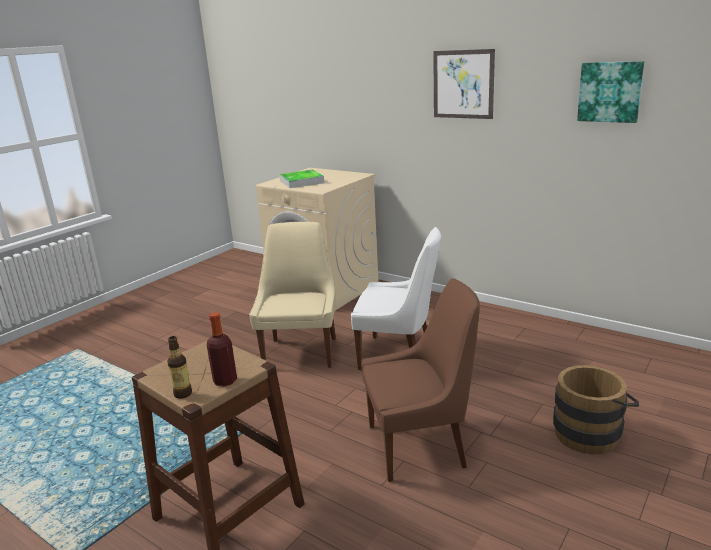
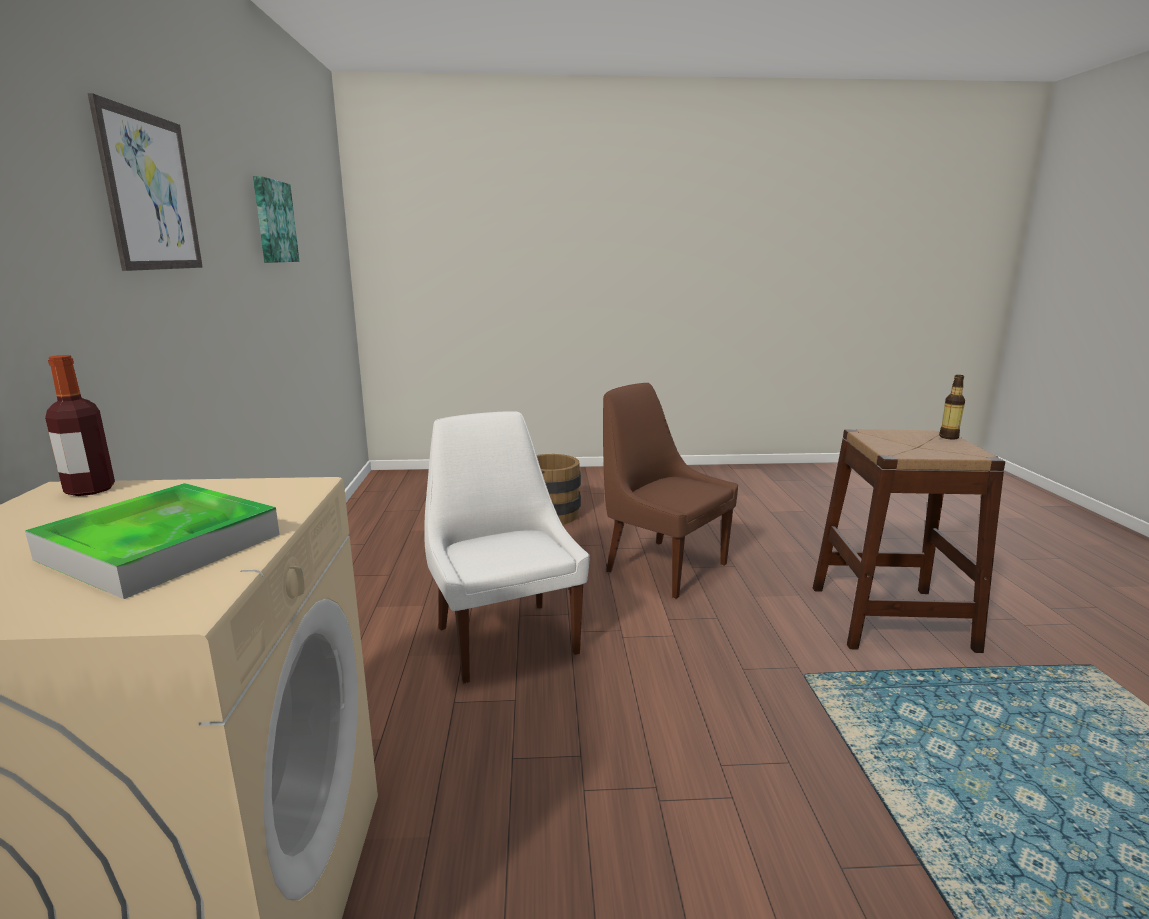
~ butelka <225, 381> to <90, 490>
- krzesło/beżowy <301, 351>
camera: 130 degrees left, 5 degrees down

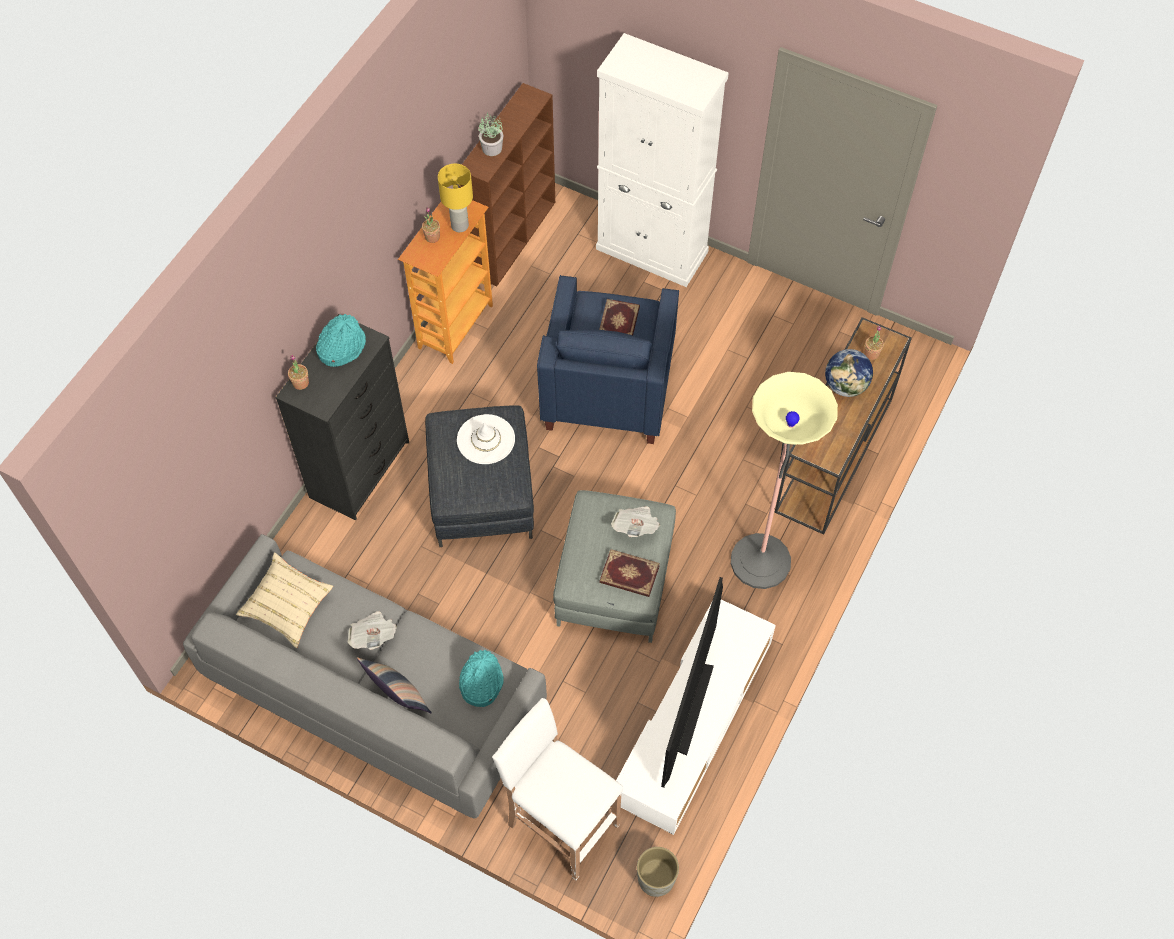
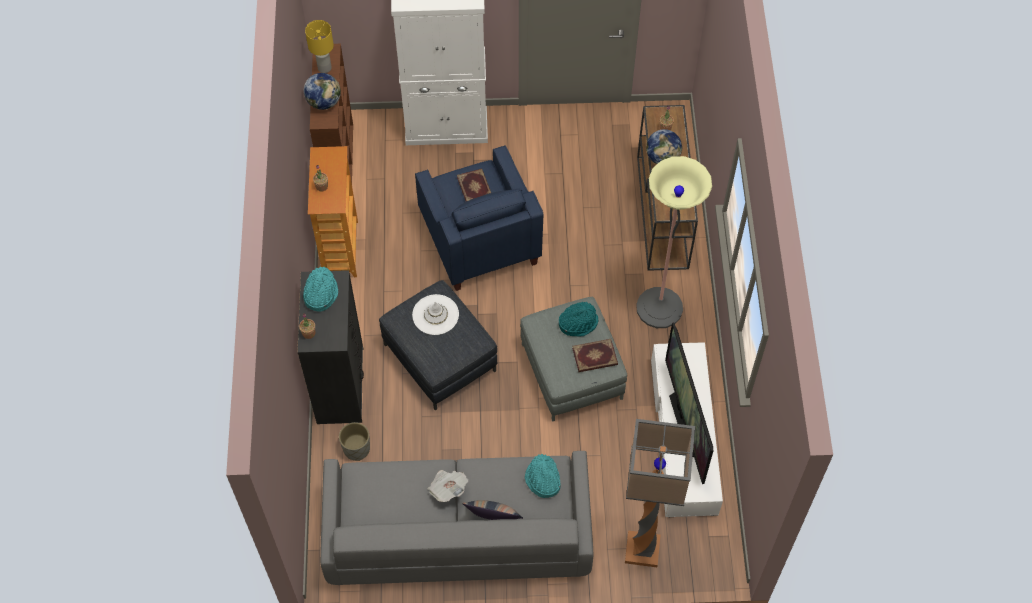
~ roślina doniczkowa <492, 148> to globus <324, 102>
~ lampa stołowa/żółty <459, 225> to <324, 68>
~ donica/szary <656, 878> to <356, 448>
~ gazeta <636, 527> to kapelusz/turkusowy <578, 323>
~ stołek/biały <561, 823> to lampa stojąca <641, 548>
- poduszka/beżowy <287, 606>
camera: 30 degrees left, 0 degrees up

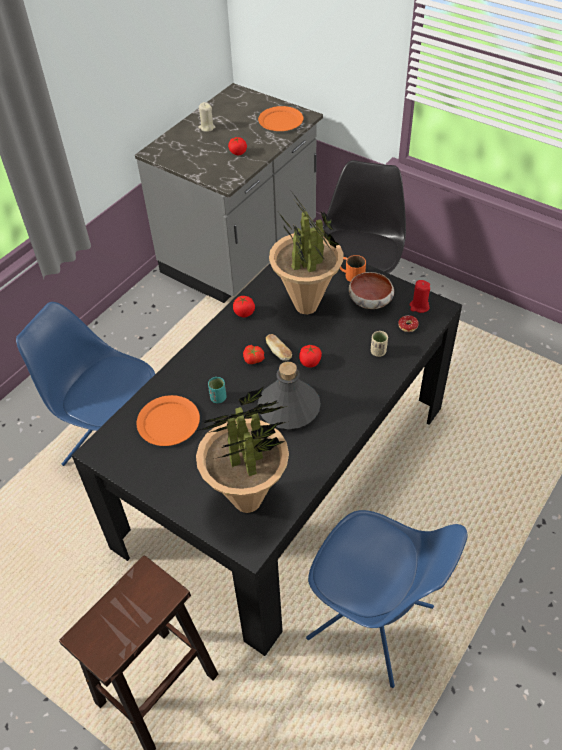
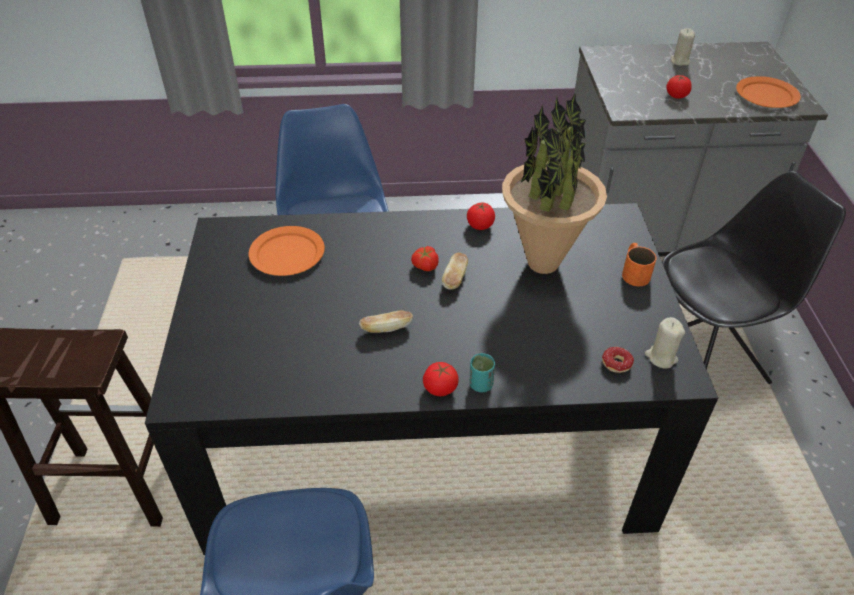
~ butelka/szary <289, 408> to chleb <386, 328>
~ pomidor <310, 362> to <440, 388>
~ filiżanka/turkusowy <218, 398> to <481, 384>
~ świeca/czerwony <419, 306> to świeca/beżowy <661, 357>
- roślina doniczkowa <248, 500>
- miska <371, 301>
- filiżanka/beżowy <378, 352>
camera: 50 degrees right, 5 degrees down

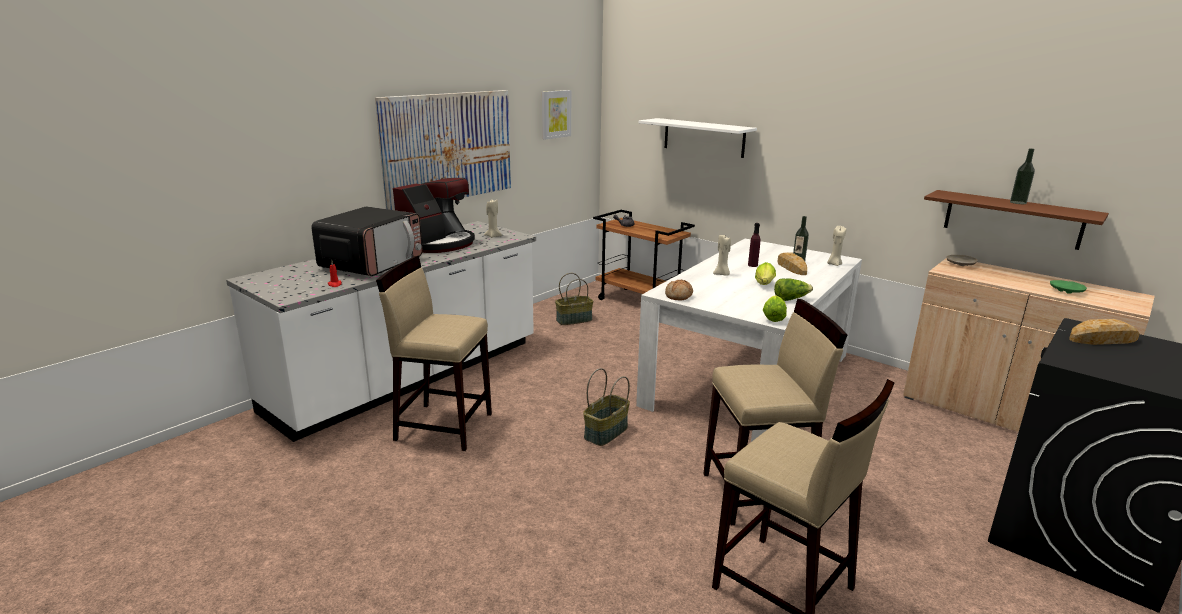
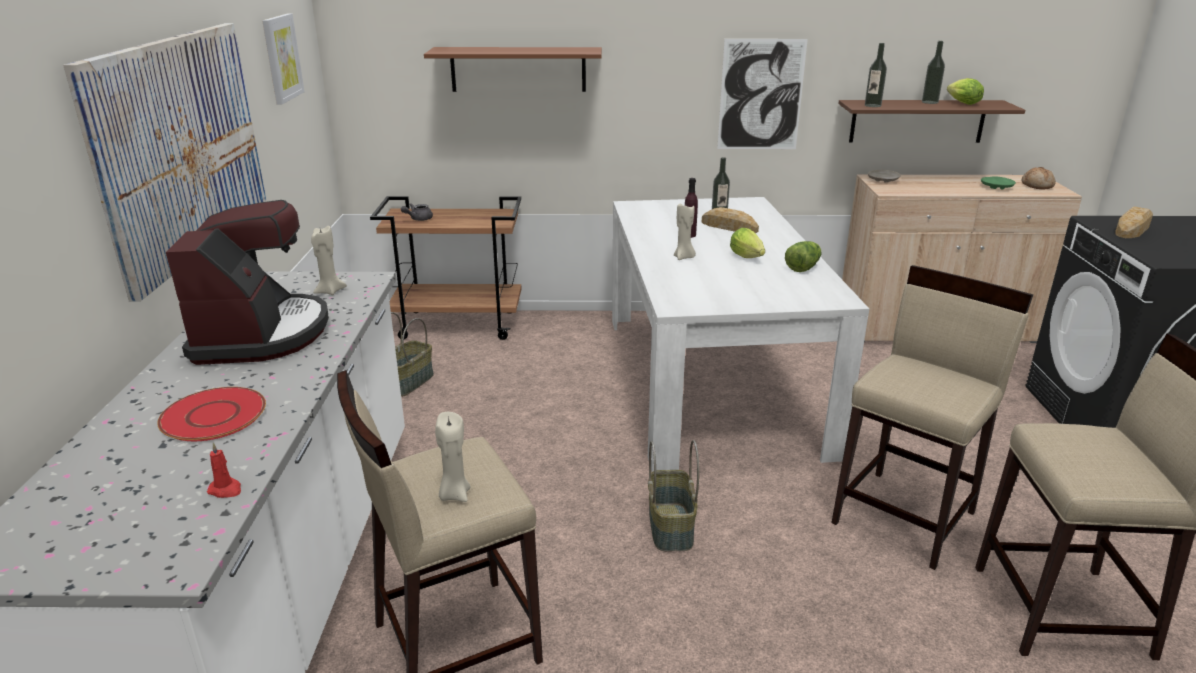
~ mikrofalówka <372, 263> to talerz/czerwony <213, 416>
~ półka/biały <703, 137> to półka/brązowy <518, 69>
~ świeca/beżowy <834, 264> to <454, 494>
+ obraz <761, 95>
+ butelka <872, 105>
~ sałata <773, 318> to <961, 103>
~ chleb <679, 296> to <1037, 185>
camera: 40 degrees left, 5 degrees up

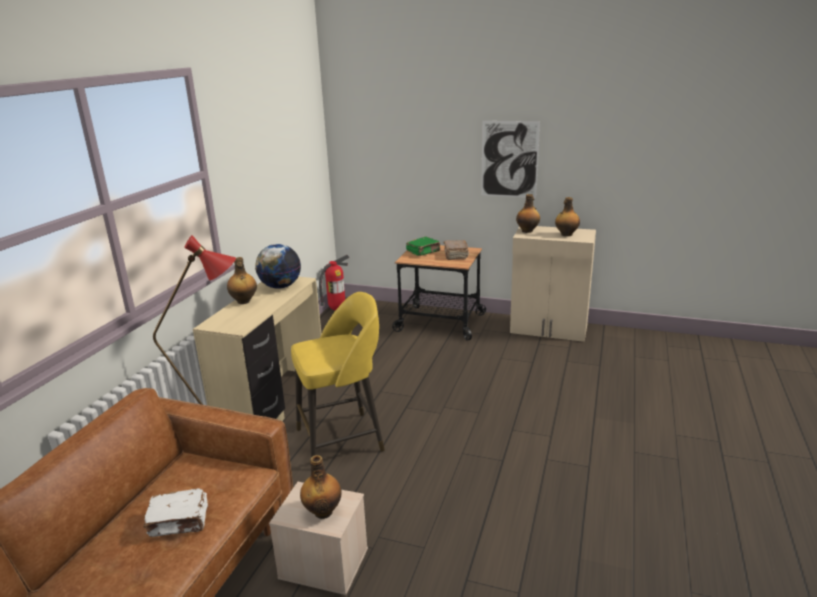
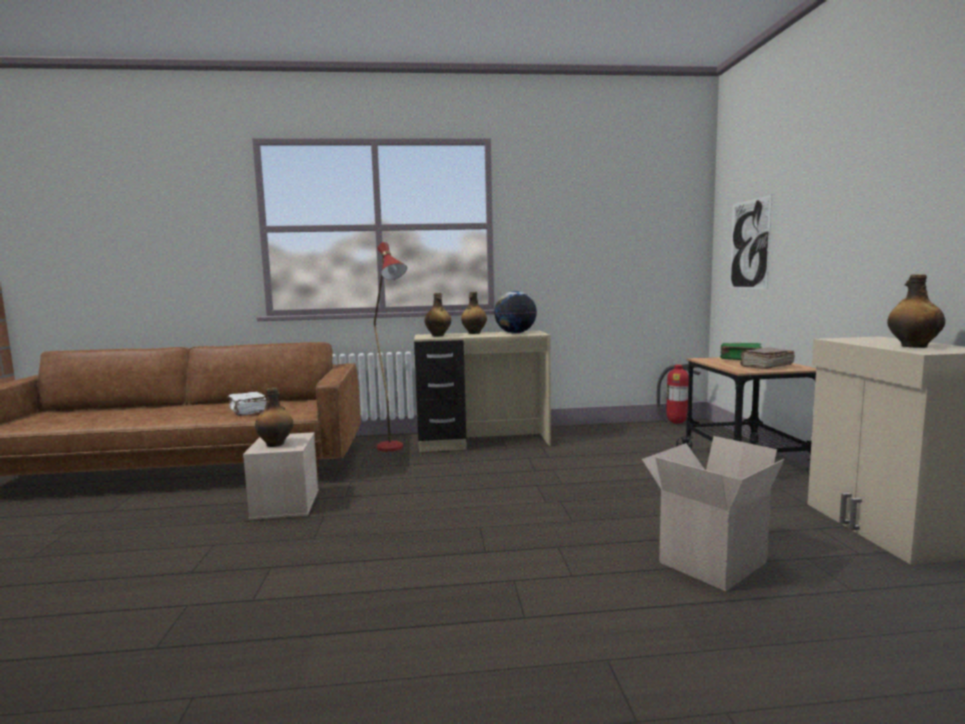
~ butelka <527, 231> to <438, 335>
+ karton <710, 560>
~ obraz <509, 159> to <749, 244>
- stołek/żółty <342, 439>
camera: 65 degrees right, 15 degrees down

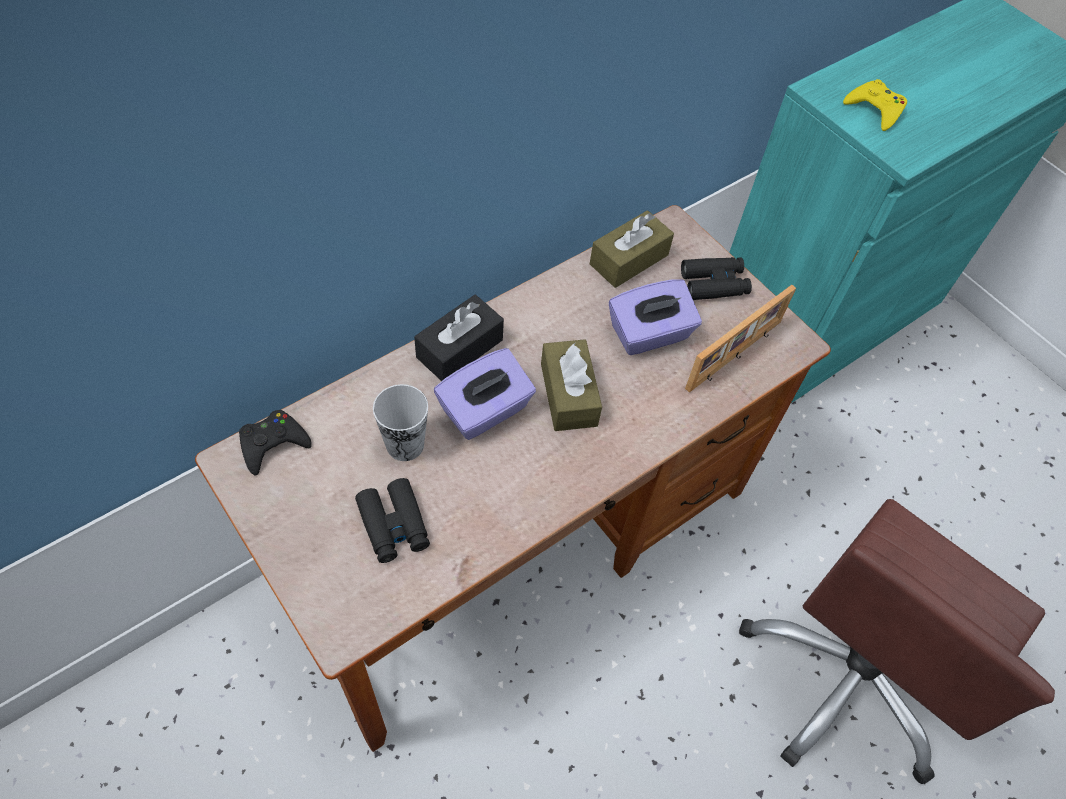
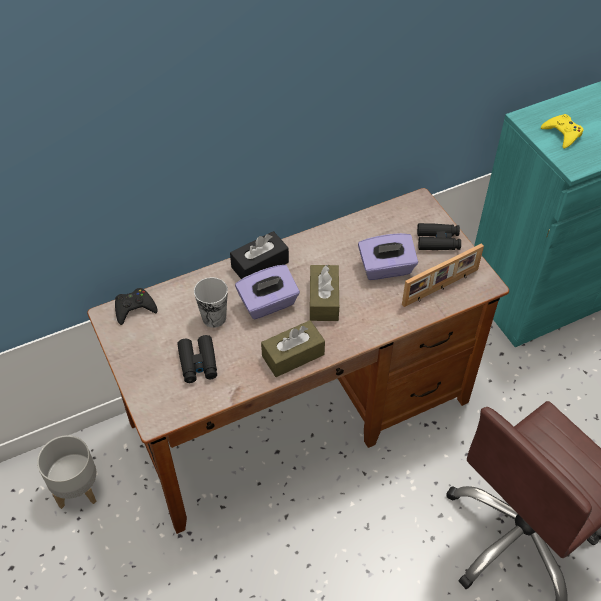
+ donica/szary <76, 489>
~ pudełko chusteczek/brązowy <629, 259> to <293, 355>
camera: 15 degrees right, 5 degrees down

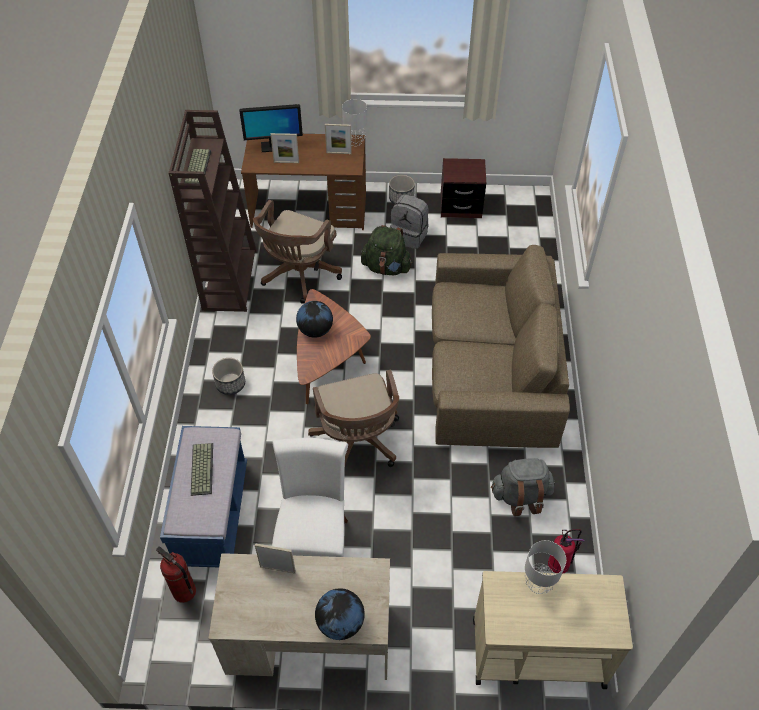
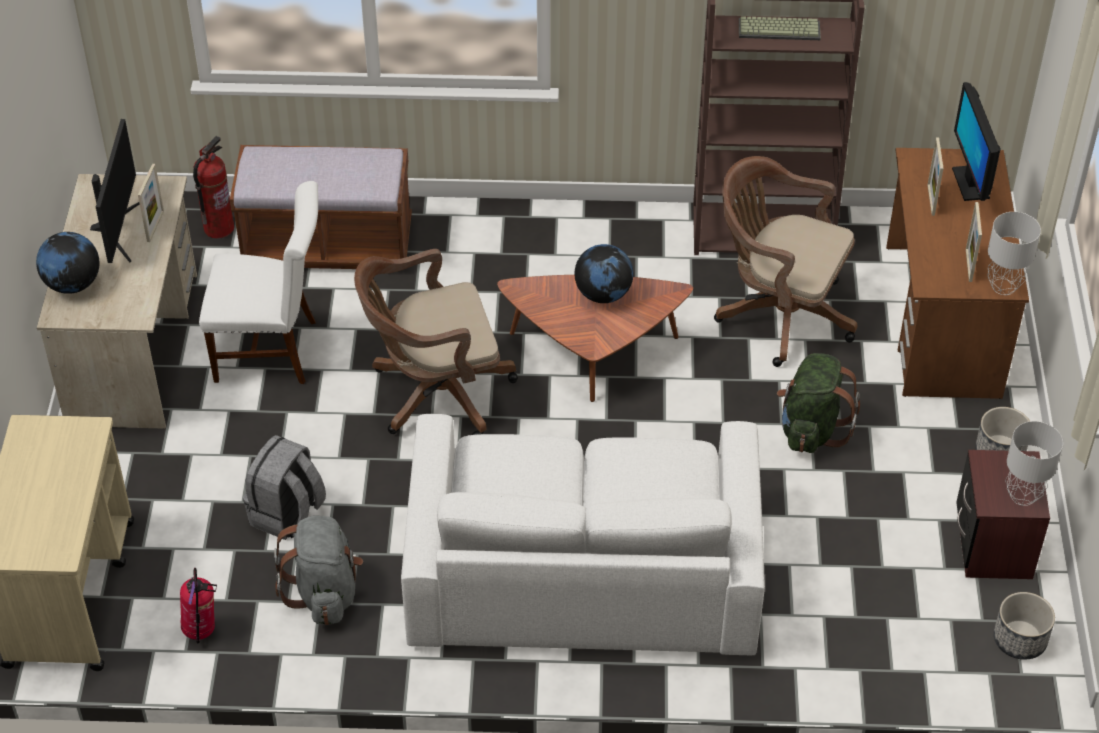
+ monitor <119, 228>
~ ławka/niebieski <212, 514> to ławka/brązowy <327, 245>
~ plecak/szary <410, 235> to <287, 515>
~ kanapa/brązowy <490, 368> to kanapa/biały <583, 568>
~ donica <230, 384> to <1020, 640>
~ lampa stołowa/szary <538, 584> to <1023, 496>
- klawiatura <201, 468>
camera: 90 degrees right, 5 degrees down

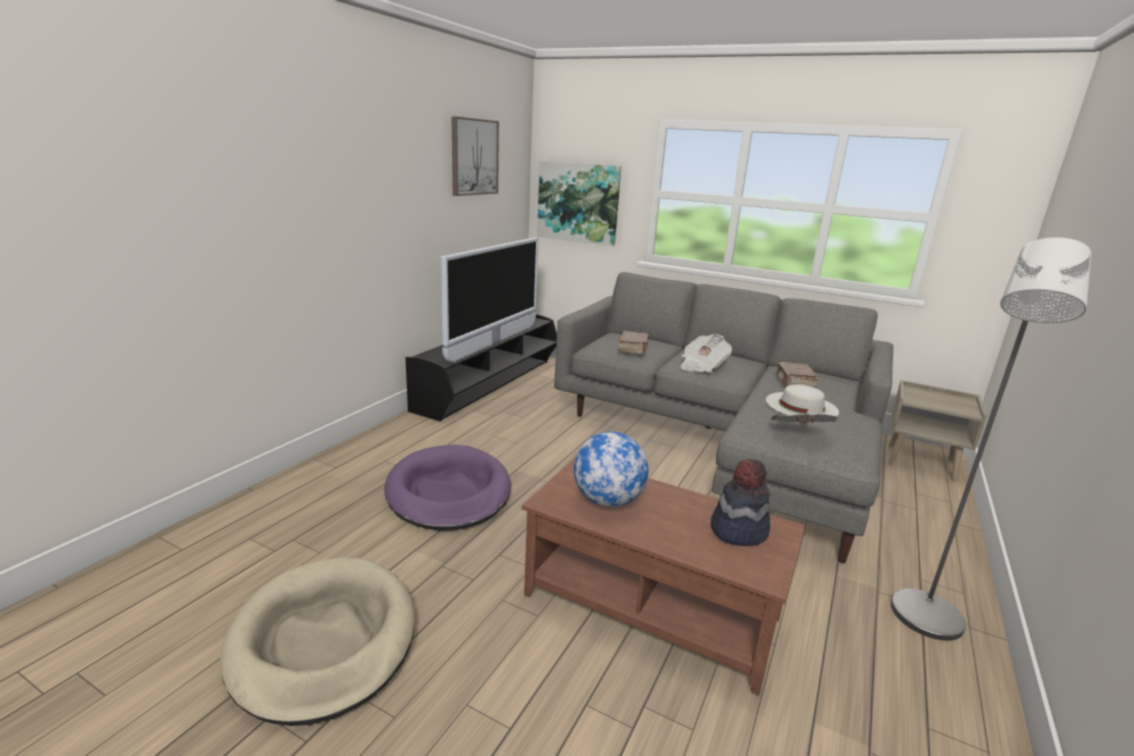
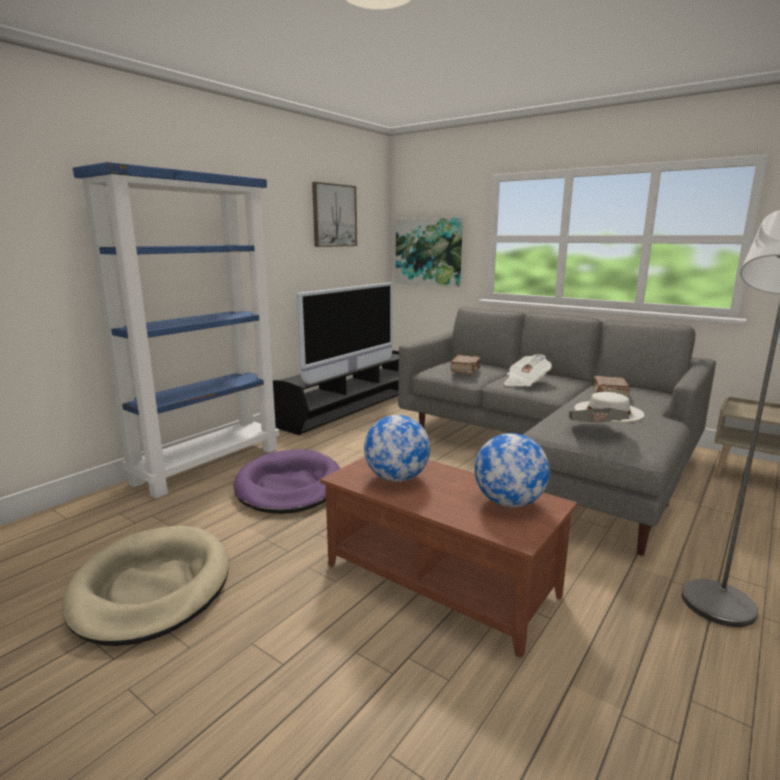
+ regał/niebieski <208, 465>
~ kapelusz <738, 530> to globus <509, 503>
camera: 10 degrees right, 5 degrees down

